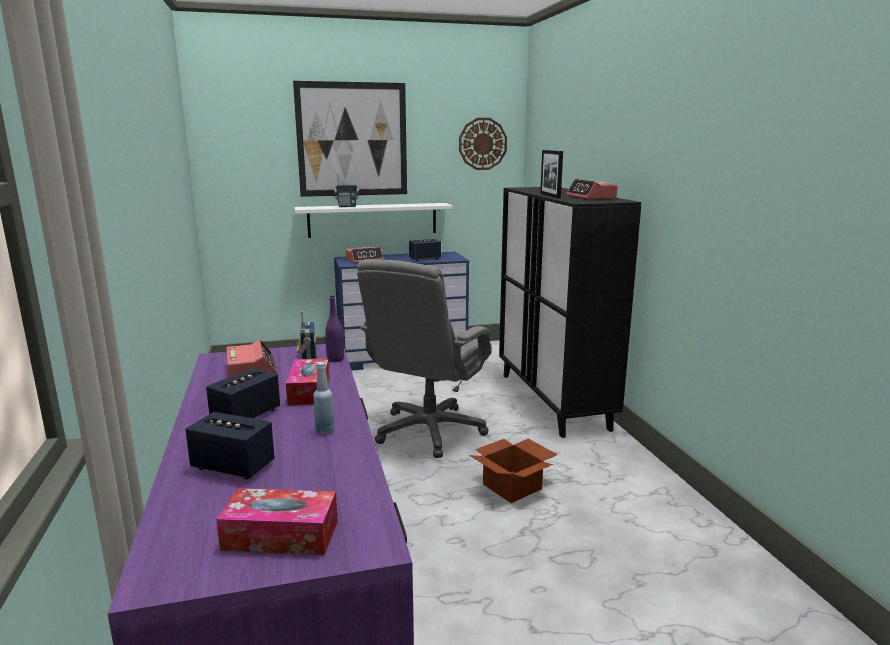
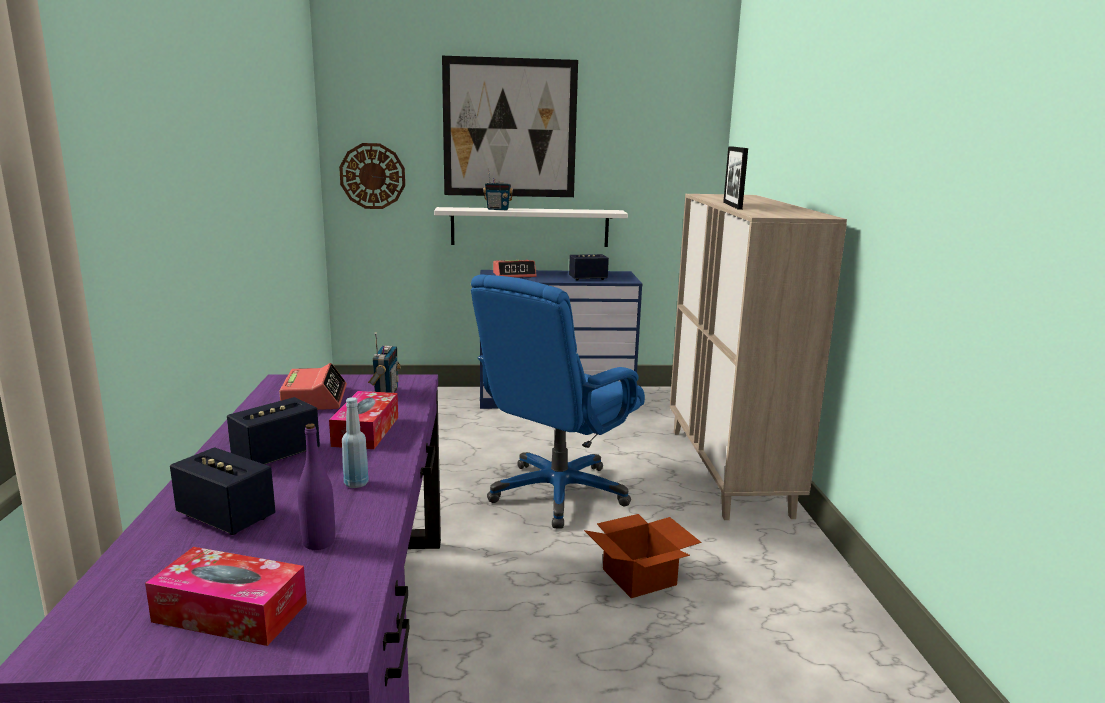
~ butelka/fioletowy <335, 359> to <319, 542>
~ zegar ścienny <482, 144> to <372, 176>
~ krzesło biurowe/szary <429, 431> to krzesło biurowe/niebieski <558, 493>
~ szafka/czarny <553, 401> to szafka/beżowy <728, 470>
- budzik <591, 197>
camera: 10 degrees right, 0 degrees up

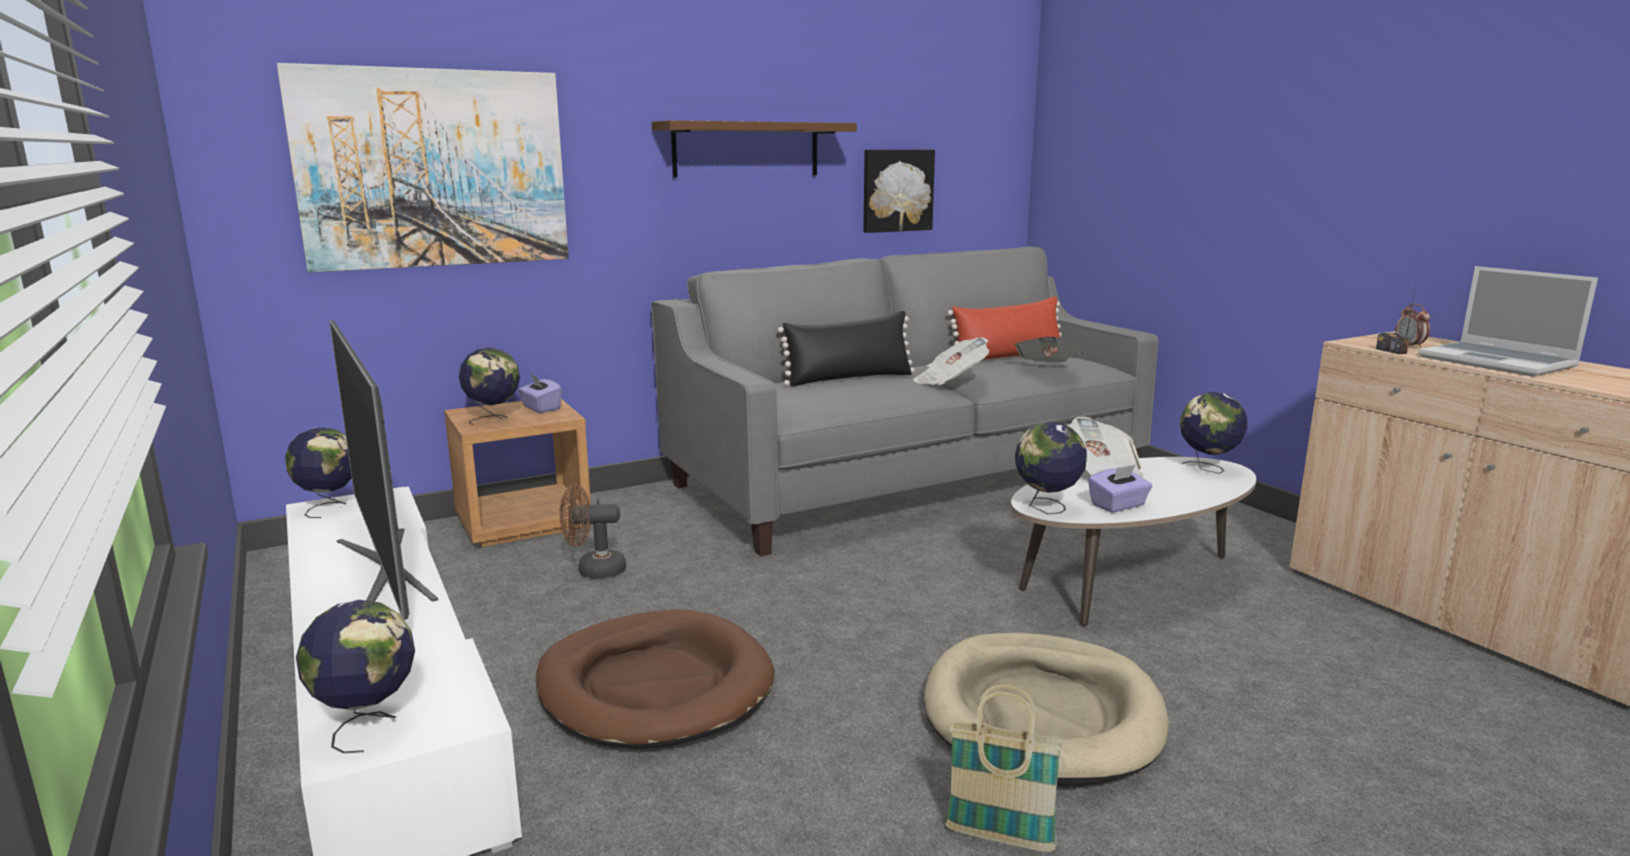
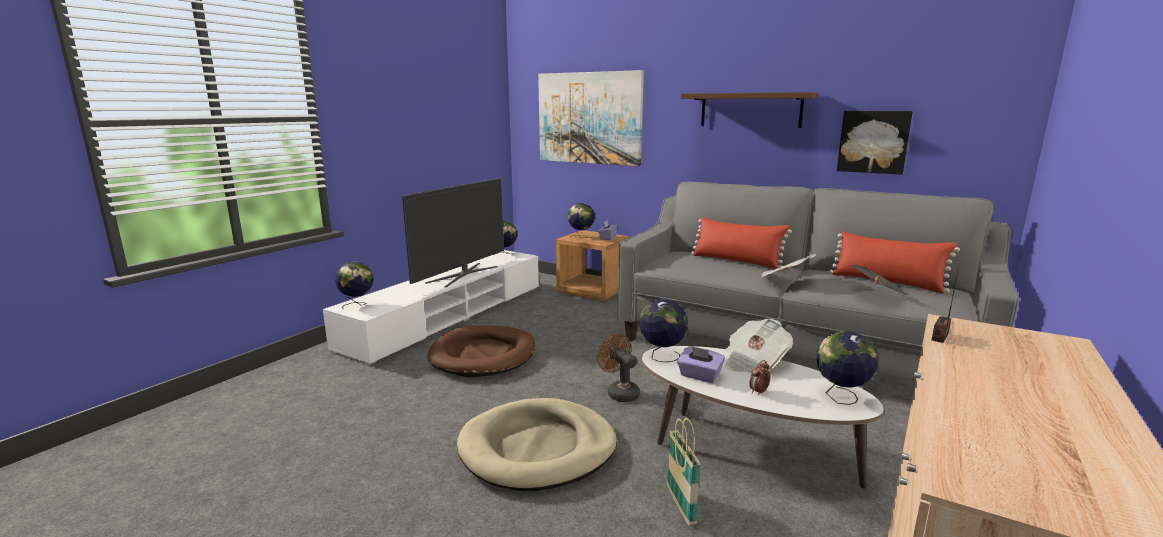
~ wentylator/brązowy <594, 570> to <619, 392>
~ koszyk <999, 838> to <680, 505>
~ poduszka/czarny <849, 379> to poduszka/czerwony <736, 261>
~ budzik <1409, 346> to <758, 392>
- laptop <1499, 362>
camera: 60 degrees right, 0 degrees up

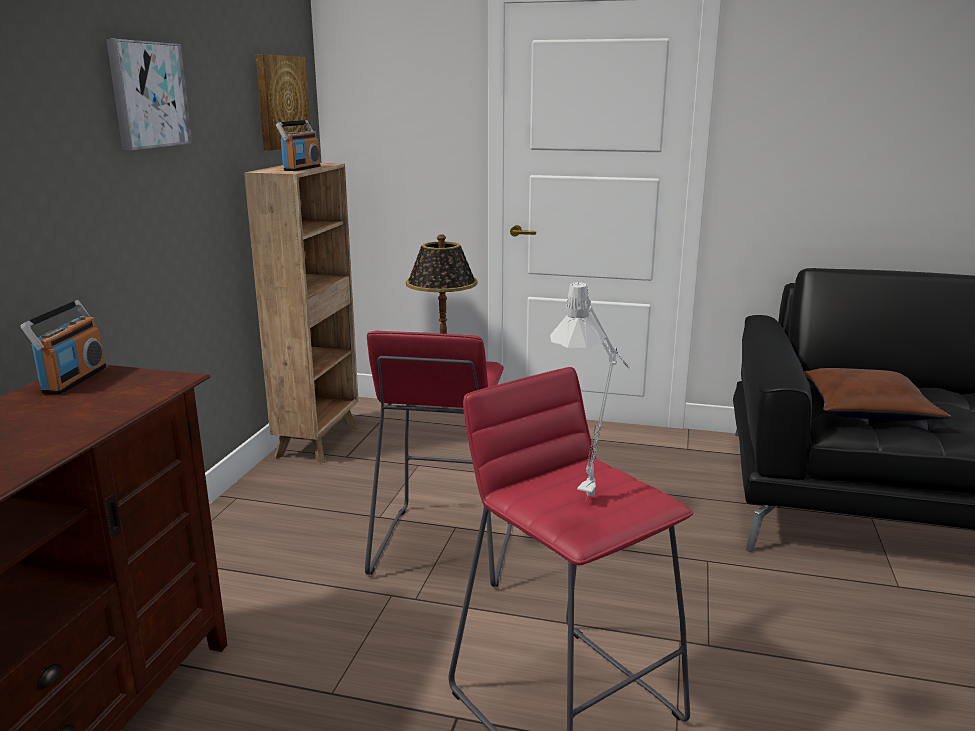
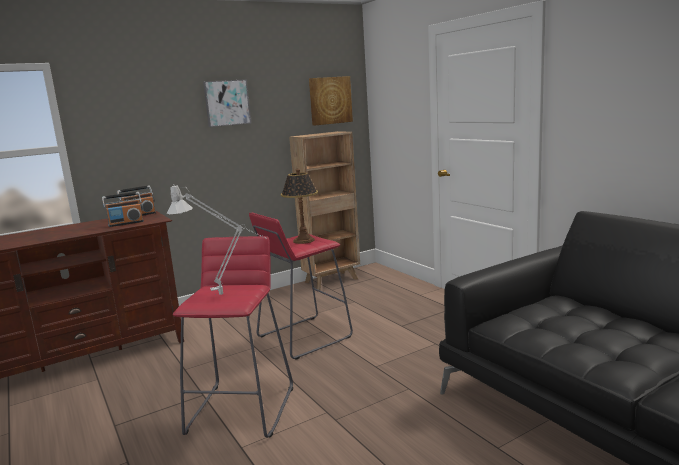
~ radio <301, 168> to <126, 223>
- poduszka/brązowy <867, 410>
camera: 45 degrees right, 5 degrees down

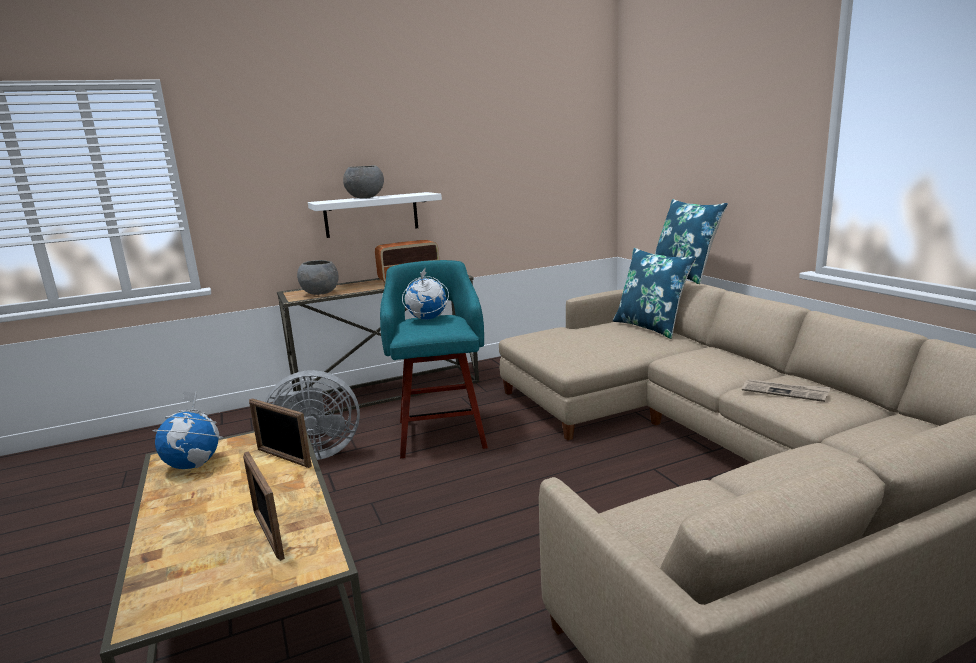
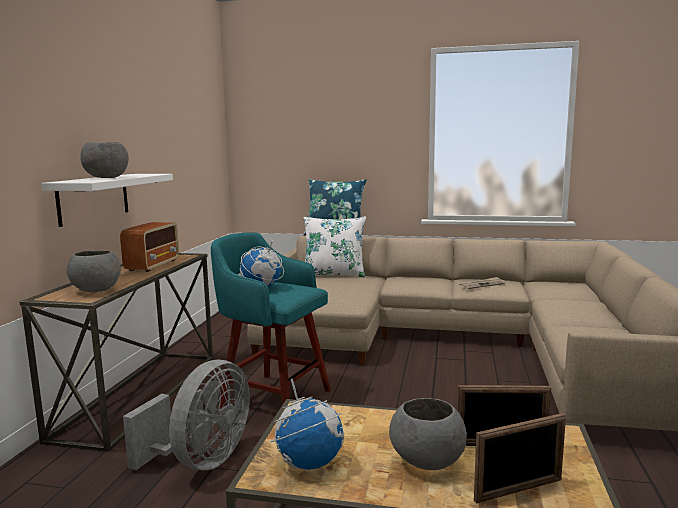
~ poduszka/niebieski <651, 327> to poduszka/biały <334, 274>
+ miska/szary <427, 462>
~ ramka na zdjęcie <283, 458> to <519, 490>
camera: 55 degrees left, 5 degrees down

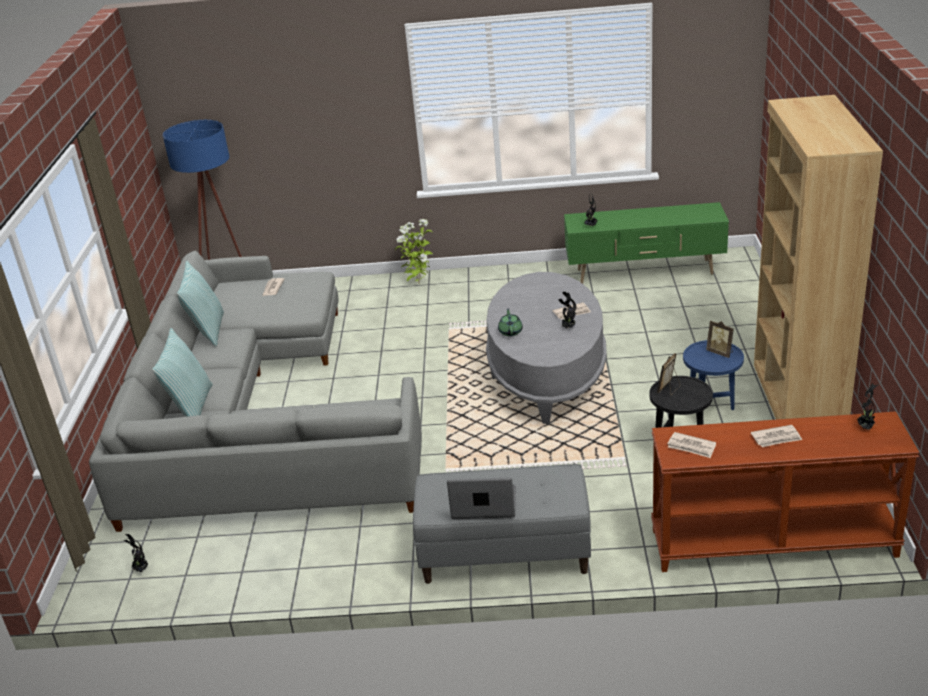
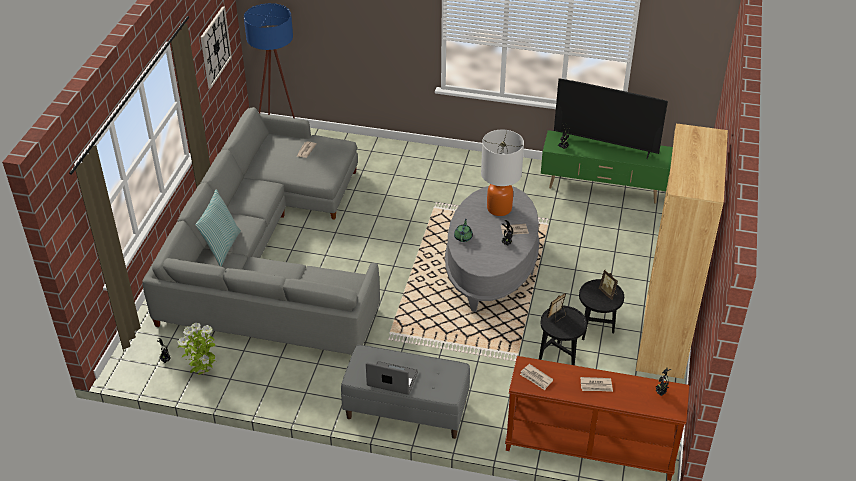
~ roślina doniczkowa <418, 283> to <204, 374>
+ zegar ścienny <215, 47>
+ lampa stołowa <499, 208>
+ telewizor <605, 146>
~ stolik/niebieski <711, 411> to stolik/czarny <596, 330>
- poduszka <207, 331>
camera: 10 degrees right, 10 degrees up

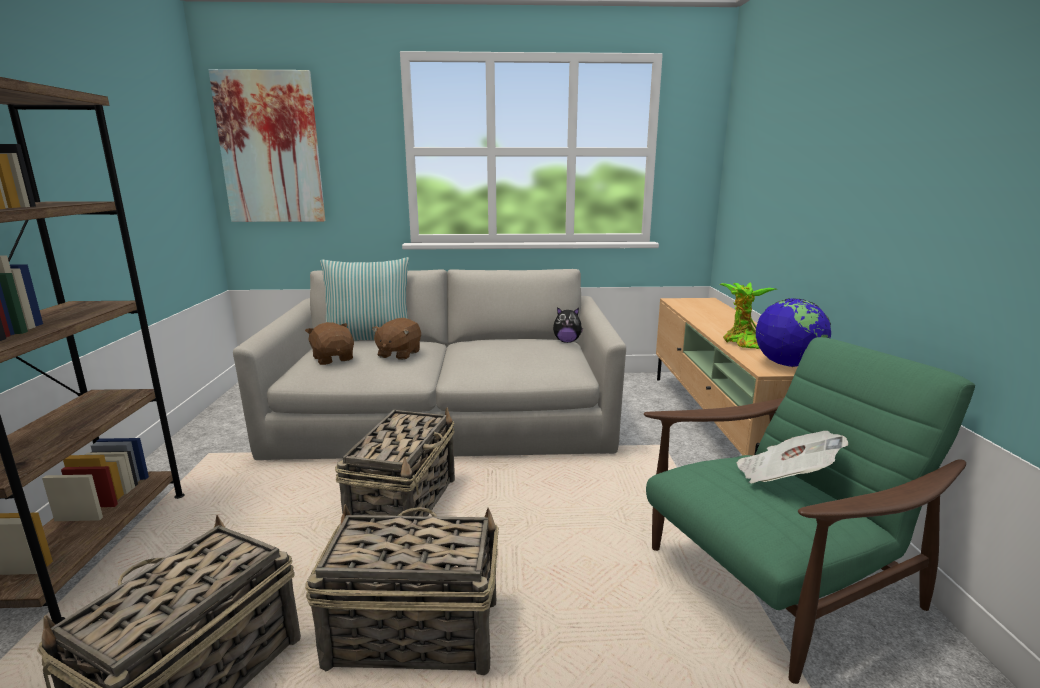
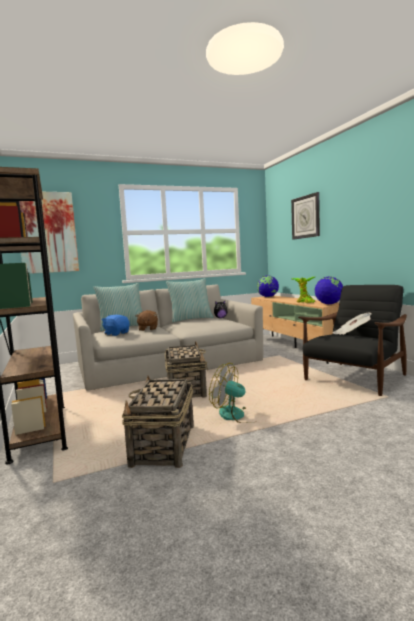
~ pluszak/brązowy <333, 359> to pluszak/niebieski <116, 333>
+ poduszka <190, 319>
~ koszyk <412, 633> to wentylator <237, 416>
+ globus <268, 297>
+ zegar ścienny <306, 217>
~ fotel/zielony <776, 582> to fotel/czarny <355, 379>
camera: 20 degrees left, 10 degrees down

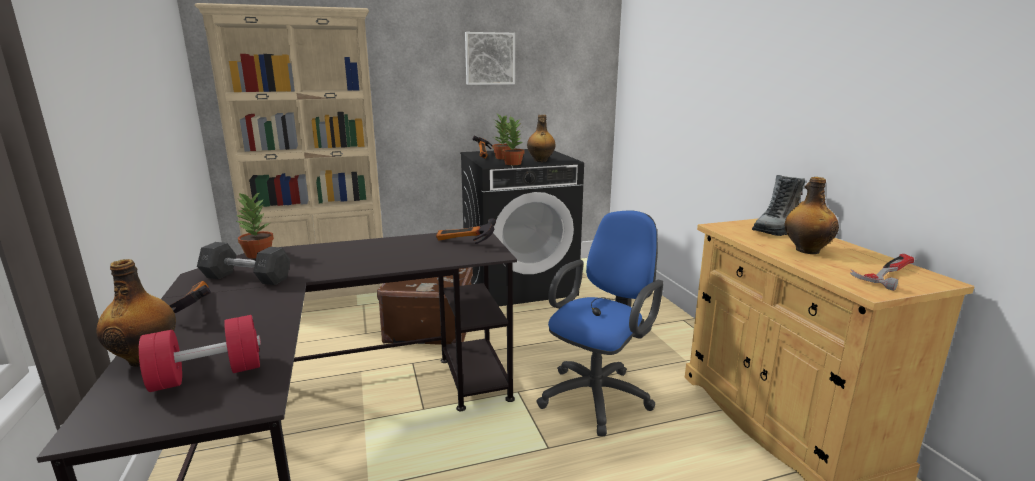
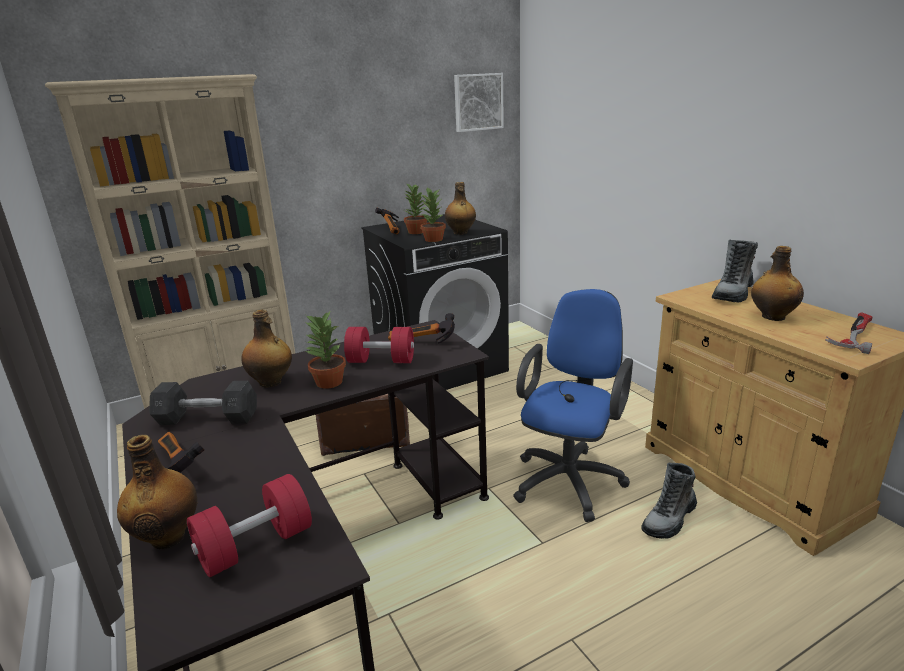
+ butelka <271, 382>
~ roślina doniczkowa <257, 254> to <328, 382>
+ hantel/czerwony <381, 361>
~ obraz <489, 58> to <477, 102>
+ but z cholewką <669, 519>
camera: 10 degrees left, 5 degrees up

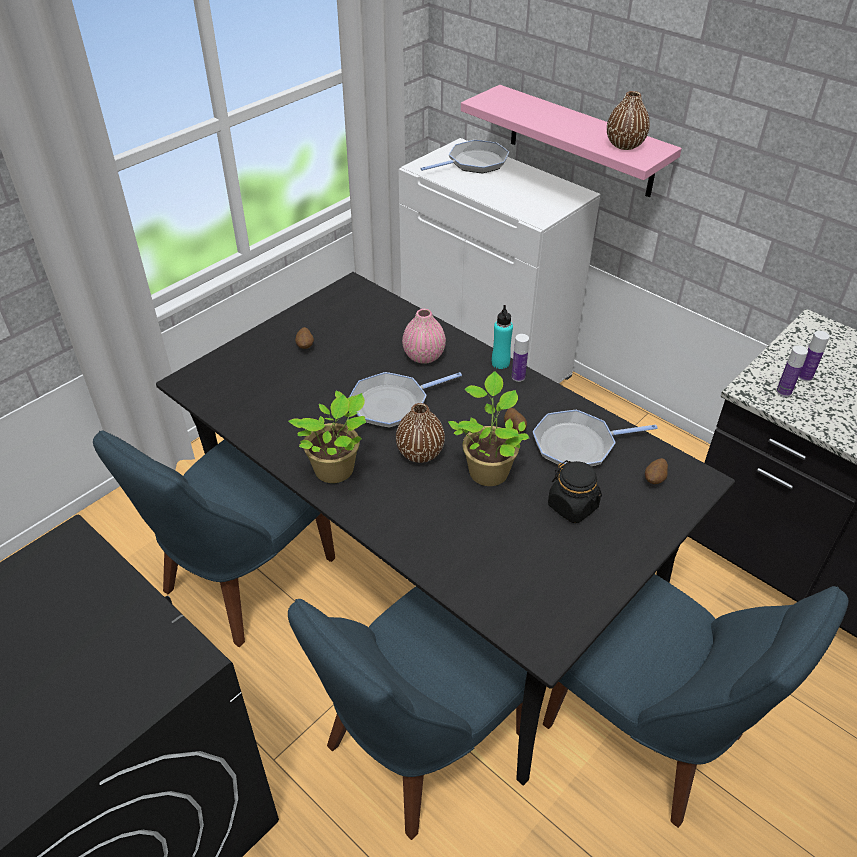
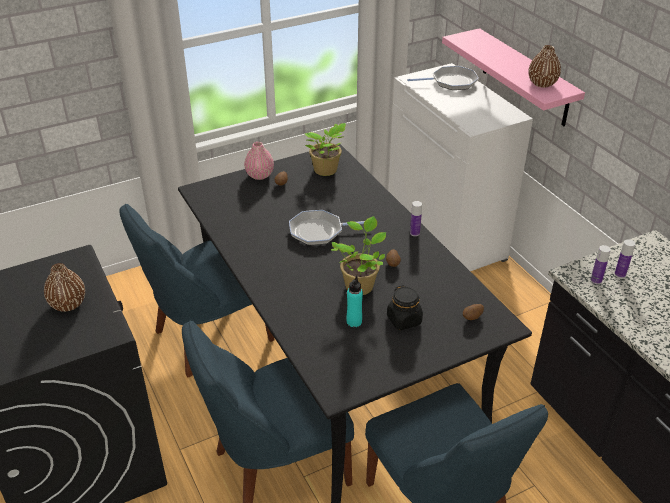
~ wazon/brązowy <420, 453> to <68, 304>
~ wazon/różowy <424, 356> to <259, 175>
~ roślina doniczkowa <337, 471> to <326, 171>
~ butelka/turkusowy <500, 363> to <354, 322>
- patelnia <578, 445>
camera: 20 degrees right, 5 degrees down

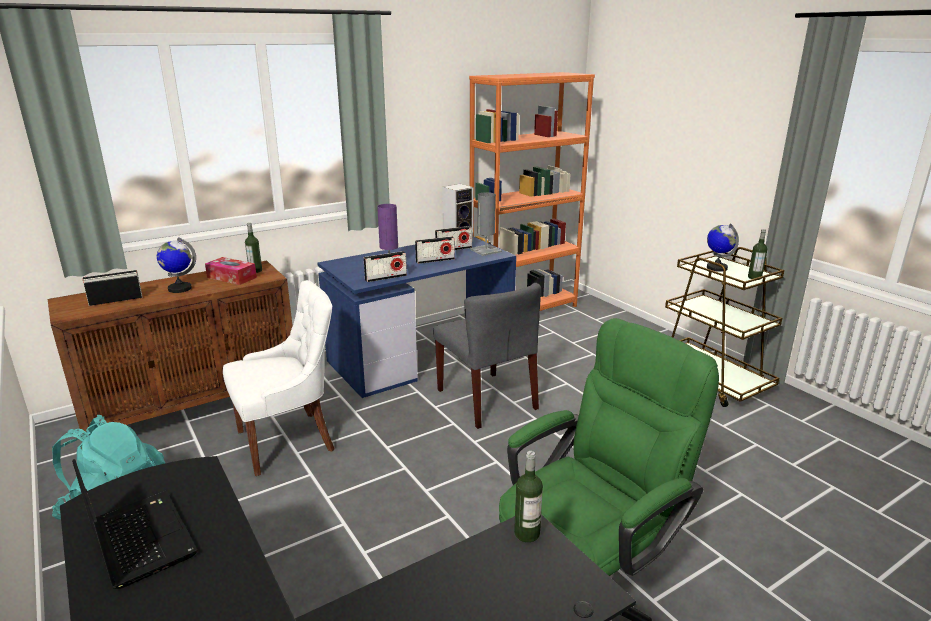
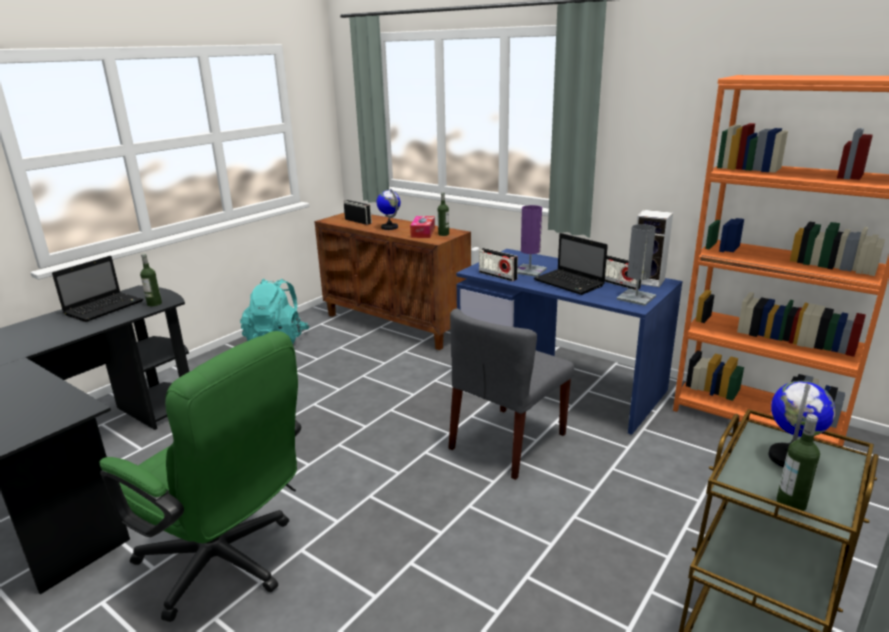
~ butelka <527, 533> to <154, 304>
~ radio <435, 260> to laptop <570, 283>
- krzesło/biały <288, 441>
camera: 70 degrees right, 0 degrees up

